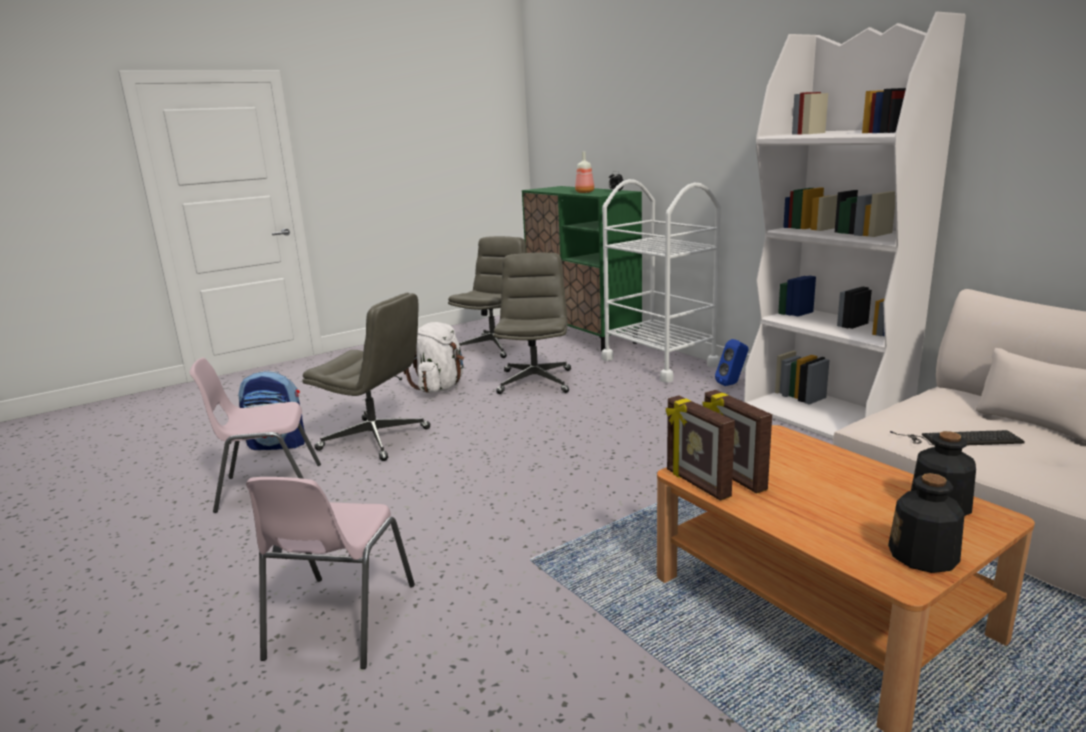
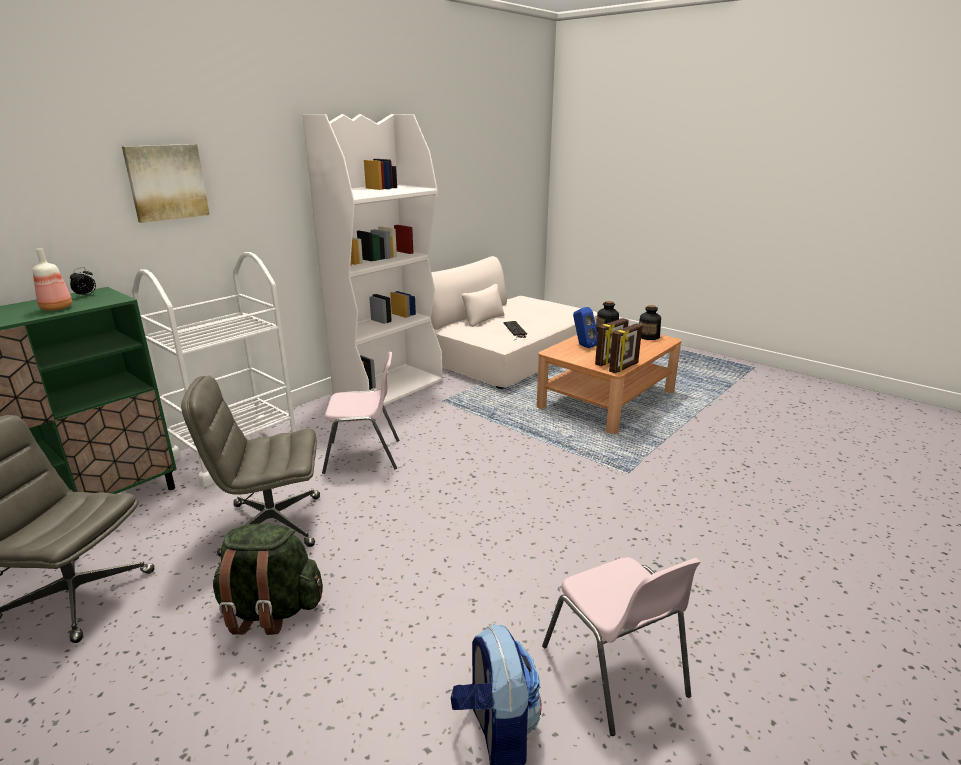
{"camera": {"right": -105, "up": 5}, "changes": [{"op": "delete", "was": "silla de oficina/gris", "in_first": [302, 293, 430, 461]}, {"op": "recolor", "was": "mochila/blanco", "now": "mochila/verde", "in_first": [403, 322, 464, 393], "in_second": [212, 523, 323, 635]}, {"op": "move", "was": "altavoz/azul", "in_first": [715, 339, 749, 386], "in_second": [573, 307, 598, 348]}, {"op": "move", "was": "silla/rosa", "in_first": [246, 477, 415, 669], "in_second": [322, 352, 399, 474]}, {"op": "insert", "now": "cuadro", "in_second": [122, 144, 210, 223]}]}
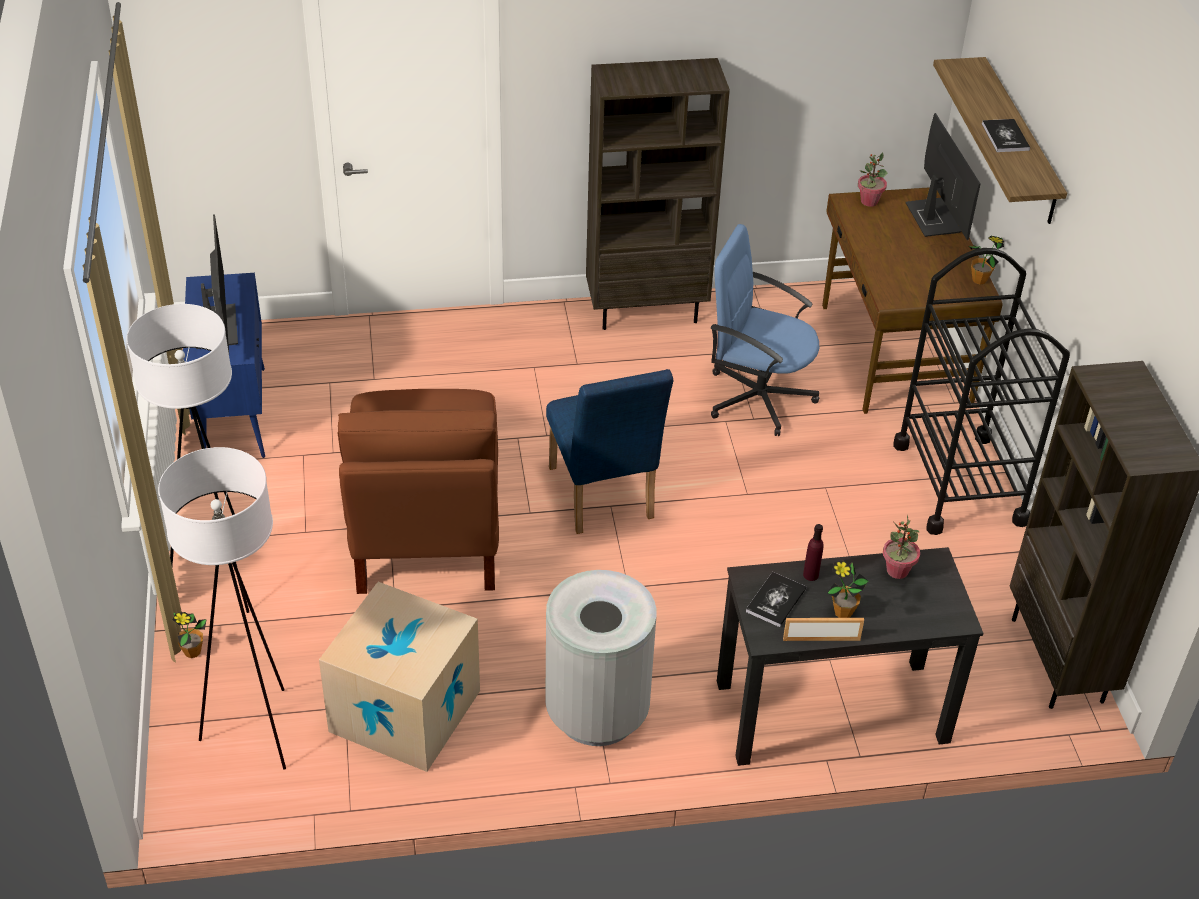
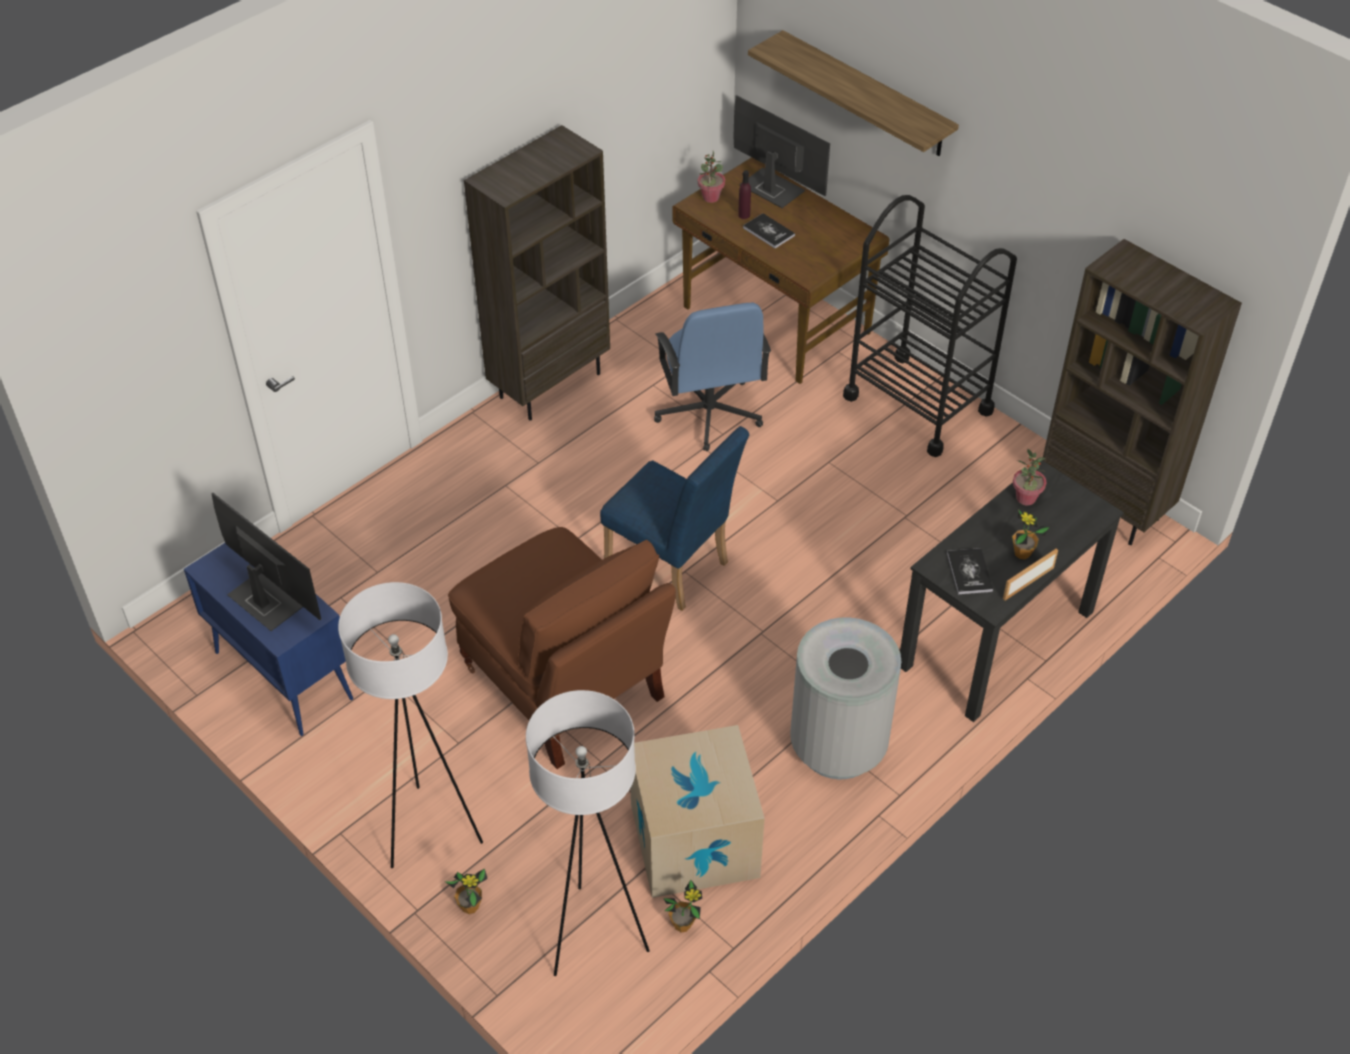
{"camera": {"right": -35, "up": 5}, "changes": [{"op": "move", "was": "libro", "in_first": [982, 119, 1030, 152], "in_second": [743, 213, 795, 249]}, {"op": "rotate", "was": "silla de oficina/azul", "in_first": [711, 224, 819, 436], "in_second": [654, 303, 771, 451], "clockwise": -90}, {"op": "move", "was": "planta en maceta", "in_first": [969, 236, 1004, 284], "in_second": [663, 880, 702, 932]}, {"op": "move", "was": "botella/morado", "in_first": [803, 524, 823, 581], "in_second": [738, 170, 751, 219]}]}
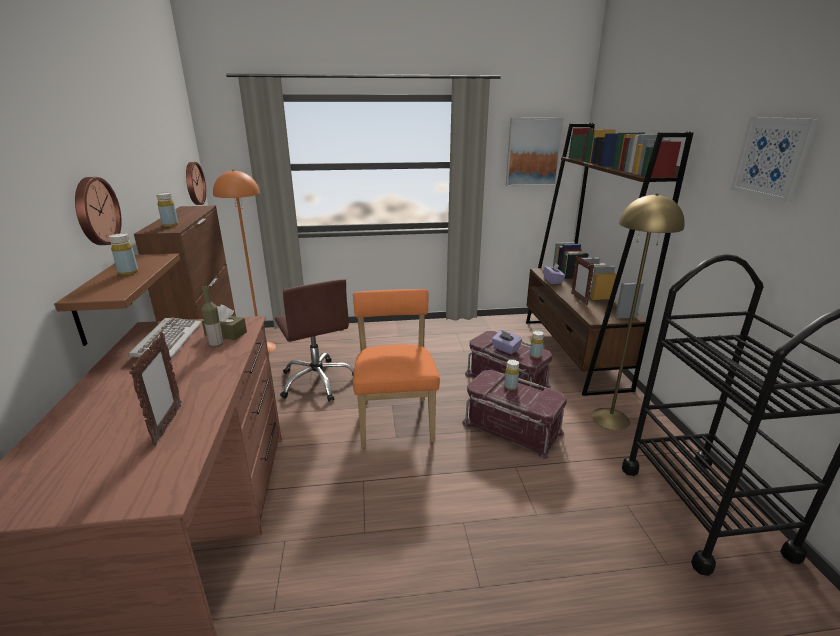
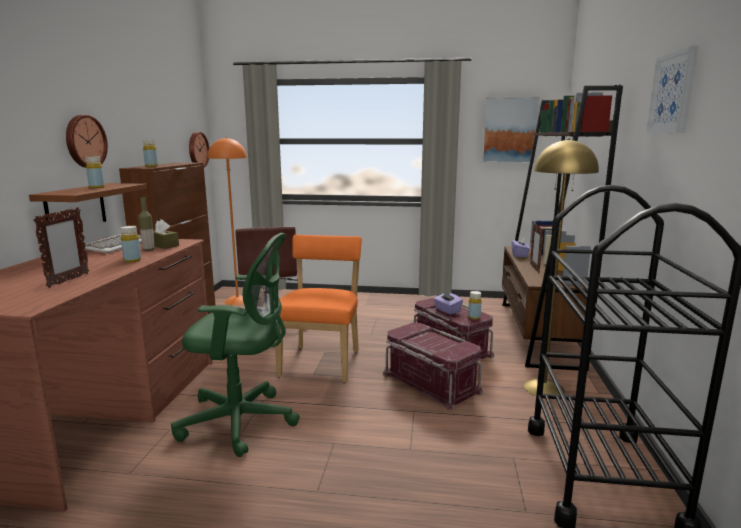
{"camera": {"right": 15, "up": -10}, "changes": [{"op": "move", "was": "botella/amarillo", "in_first": [504, 360, 519, 390], "in_second": [121, 226, 141, 263]}, {"op": "insert", "now": "silla de oficina/verde", "in_second": [171, 233, 300, 457]}]}
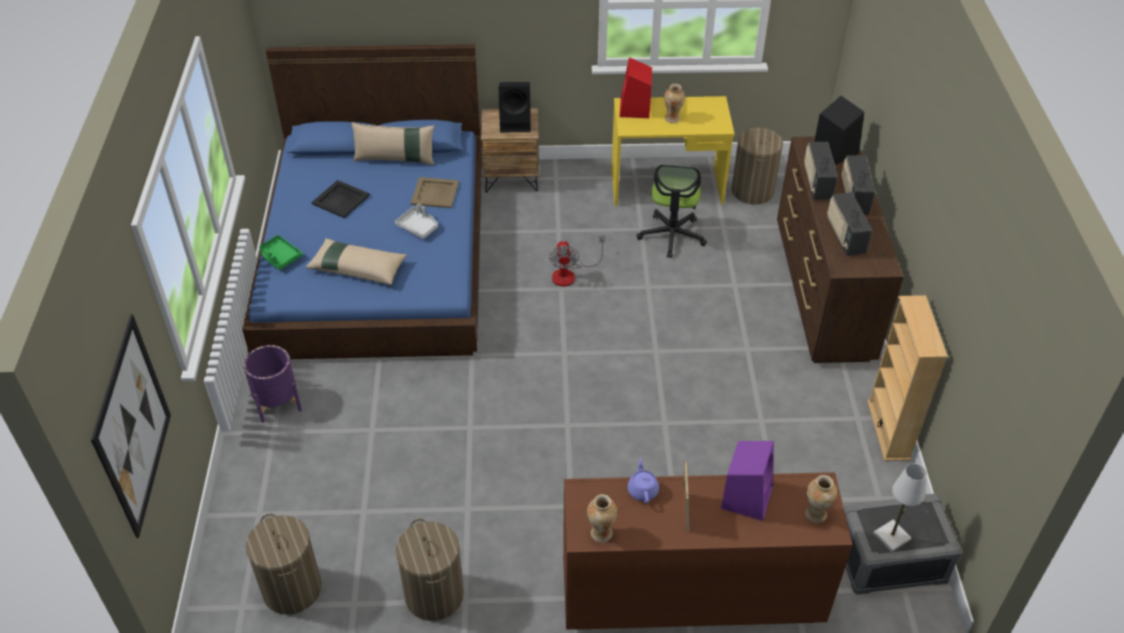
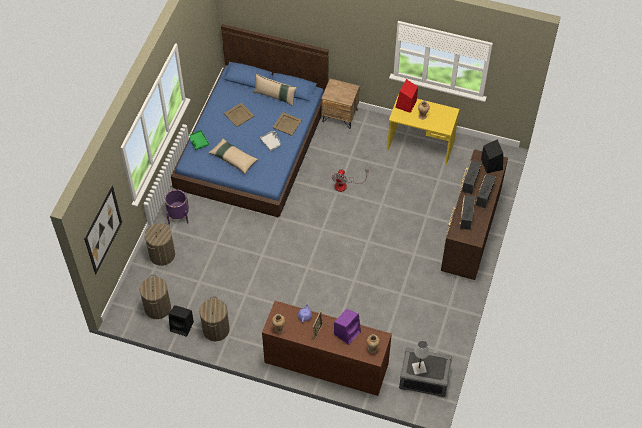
{"camera": {"right": 20, "up": 10}, "changes": [{"op": "move", "was": "altavoz/negro", "in_first": [499, 82, 531, 132], "in_second": [168, 305, 194, 337]}, {"op": "move", "was": "cesto de la ropa", "in_first": [732, 127, 783, 205], "in_second": [145, 223, 175, 266]}, {"op": "delete", "was": "silla de oficina", "in_first": [636, 164, 707, 258]}, {"op": "recolor", "was": "bandeja/negro", "now": "bandeja/beis", "in_first": [311, 180, 370, 218], "in_second": [224, 103, 254, 127]}, {"op": "delete", "was": "estantería/beis", "in_first": [867, 295, 948, 461]}]}
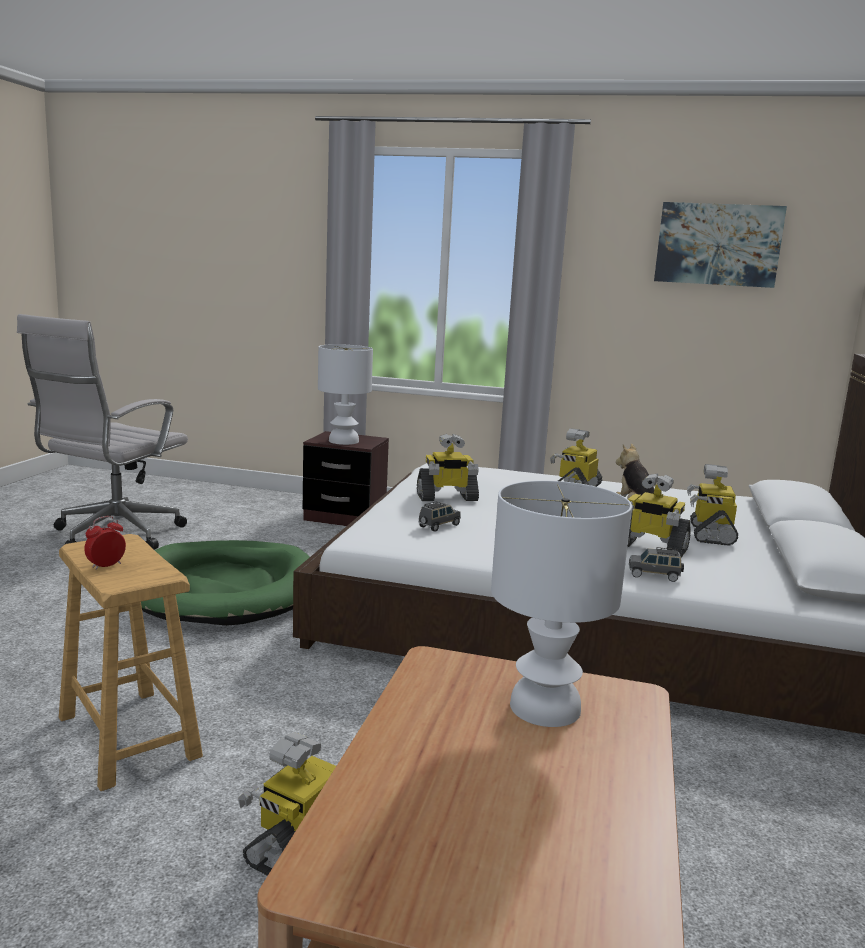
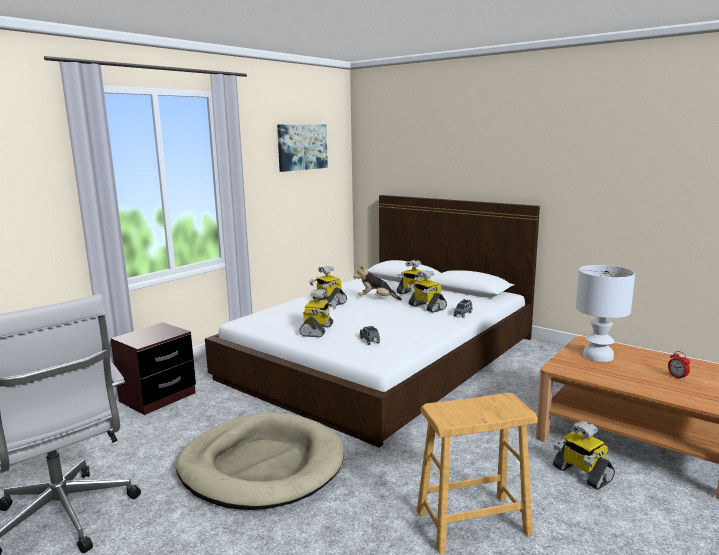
{"camera": {"right": -65, "up": 0}, "changes": [{"op": "delete", "was": "lámpara de mesa/blanco", "in_first": [318, 344, 373, 445]}, {"op": "rotate", "was": "robot de juguete", "in_first": [628, 473, 691, 558], "in_second": [407, 270, 447, 313], "clockwise": 90}, {"op": "move", "was": "despertador", "in_first": [84, 516, 126, 570], "in_second": [668, 351, 690, 380]}, {"op": "recolor", "was": "cama para perro/verde", "now": "cama para perro/beis", "in_first": [141, 540, 310, 626], "in_second": [176, 412, 344, 510]}]}
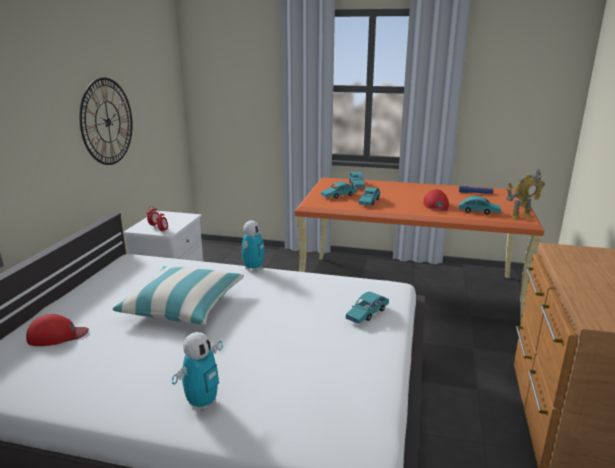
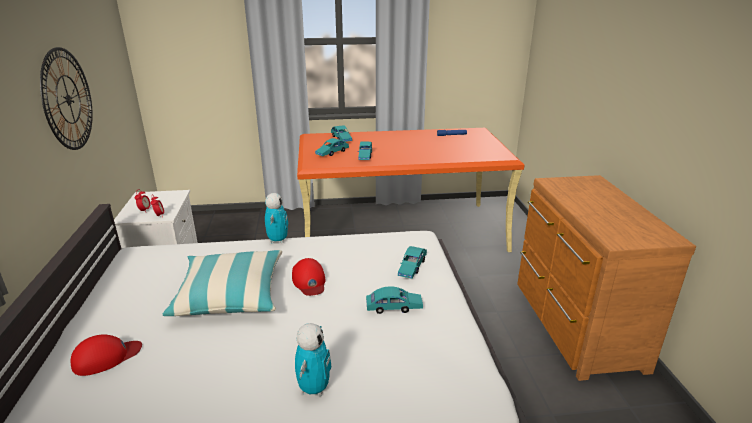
{"camera": {"right": -20, "up": 5}, "changes": [{"op": "delete", "was": "robot de juguete", "in_first": [506, 169, 545, 219]}, {"op": "move", "was": "gorra/rojo", "in_first": [423, 189, 449, 211], "in_second": [292, 258, 326, 296]}, {"op": "move", "was": "coche de juguete/turquesa", "in_first": [459, 196, 501, 215], "in_second": [366, 286, 423, 314]}]}
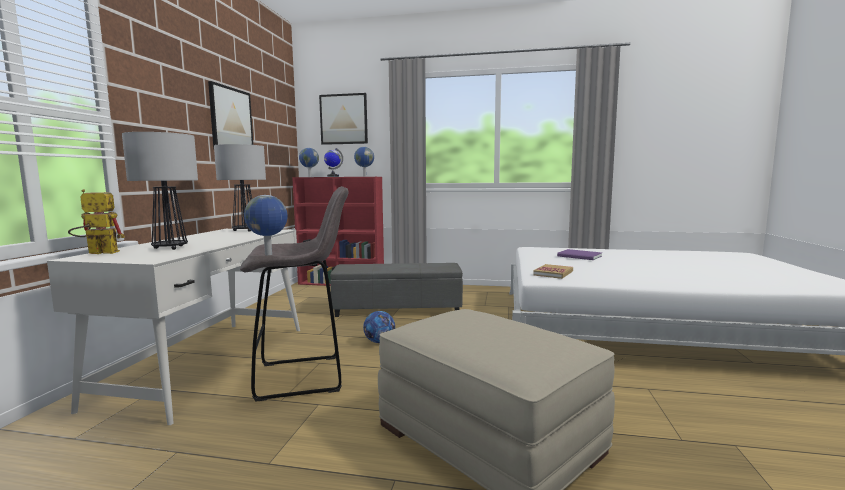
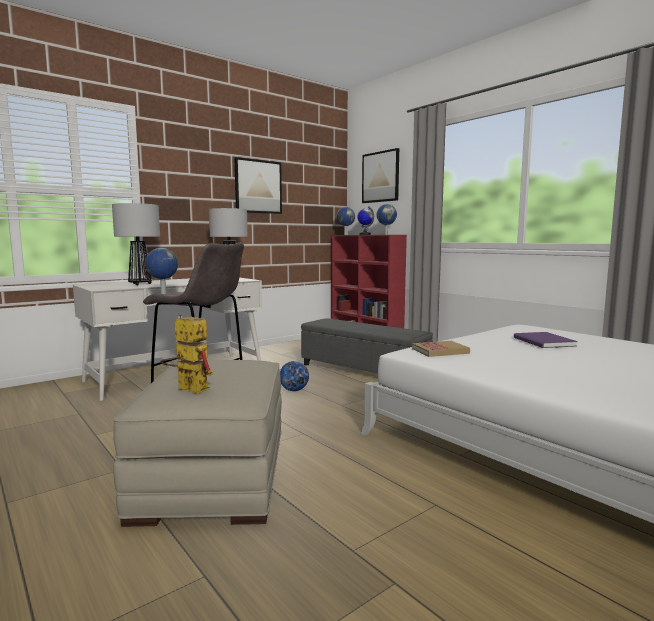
{"camera": {"right": 40, "up": 0}, "changes": [{"op": "move", "was": "robot de juguete", "in_first": [68, 189, 125, 254], "in_second": [160, 313, 213, 394]}]}
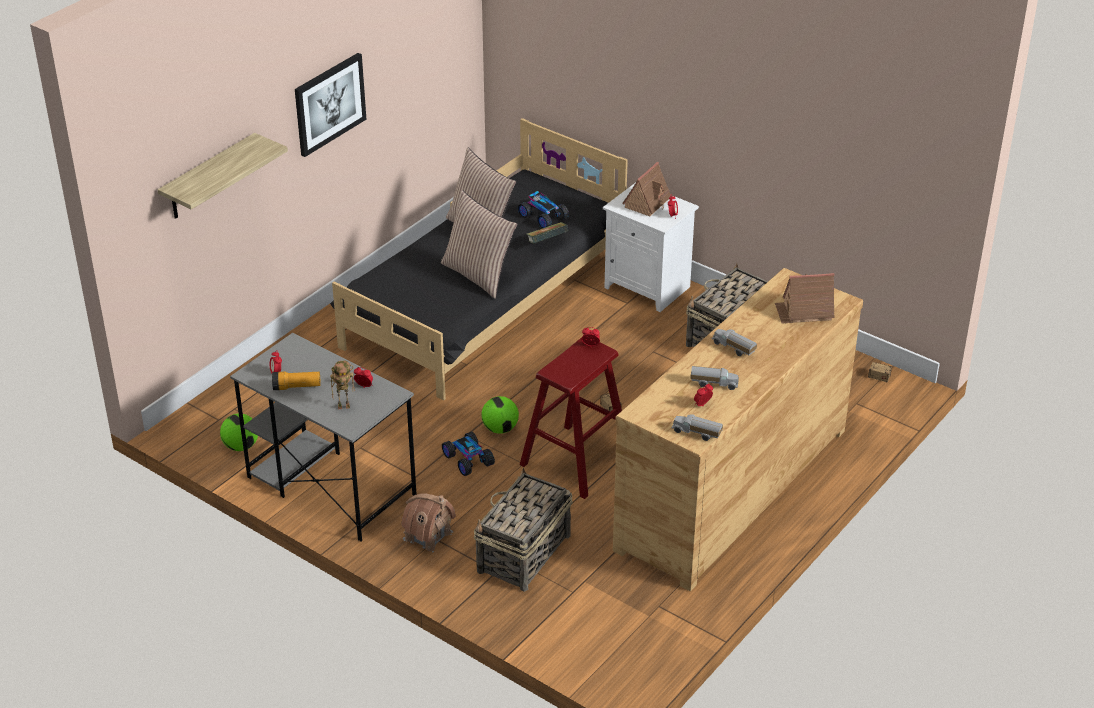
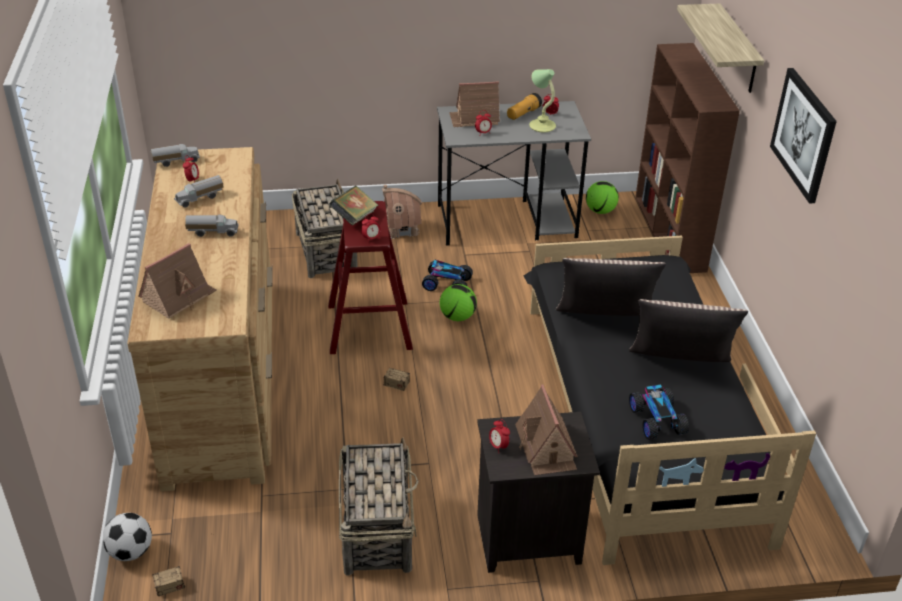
{"camera": {"right": 135, "up": 0}, "changes": [{"op": "recolor", "was": "mesita de noche/blanco", "now": "mesita de noche/negro", "in_first": [603, 183, 699, 312], "in_second": [477, 412, 600, 573]}, {"op": "rotate", "was": "coche de juguete", "in_first": [518, 191, 569, 229], "in_second": [629, 384, 689, 440], "clockwise": -105}, {"op": "move", "was": "libro", "in_first": [527, 222, 569, 244], "in_second": [329, 186, 378, 226]}, {"op": "replace", "was": "robot de juguete", "now": "casita", "in_first": [330, 361, 355, 409], "in_second": [449, 81, 500, 127]}, {"op": "insert", "now": "estantería/marrón", "in_second": [635, 43, 740, 273]}, {"op": "insert", "now": "lámpara de mesa", "in_second": [529, 69, 556, 133]}, {"op": "insert", "now": "balón de fútbol", "in_second": [103, 513, 152, 561]}]}
